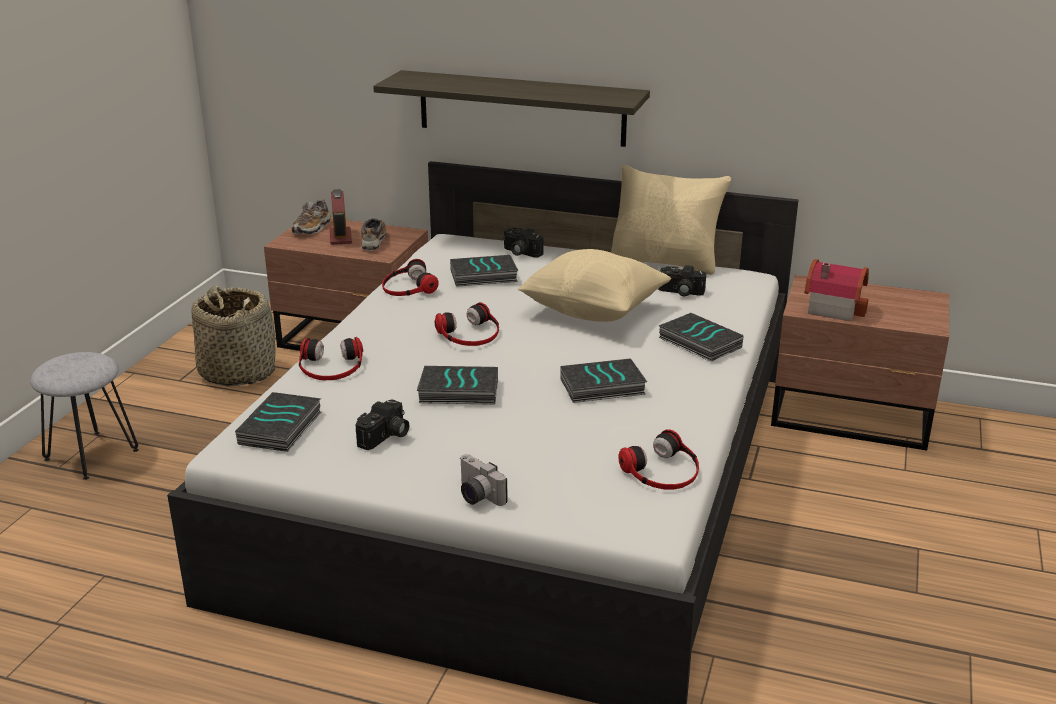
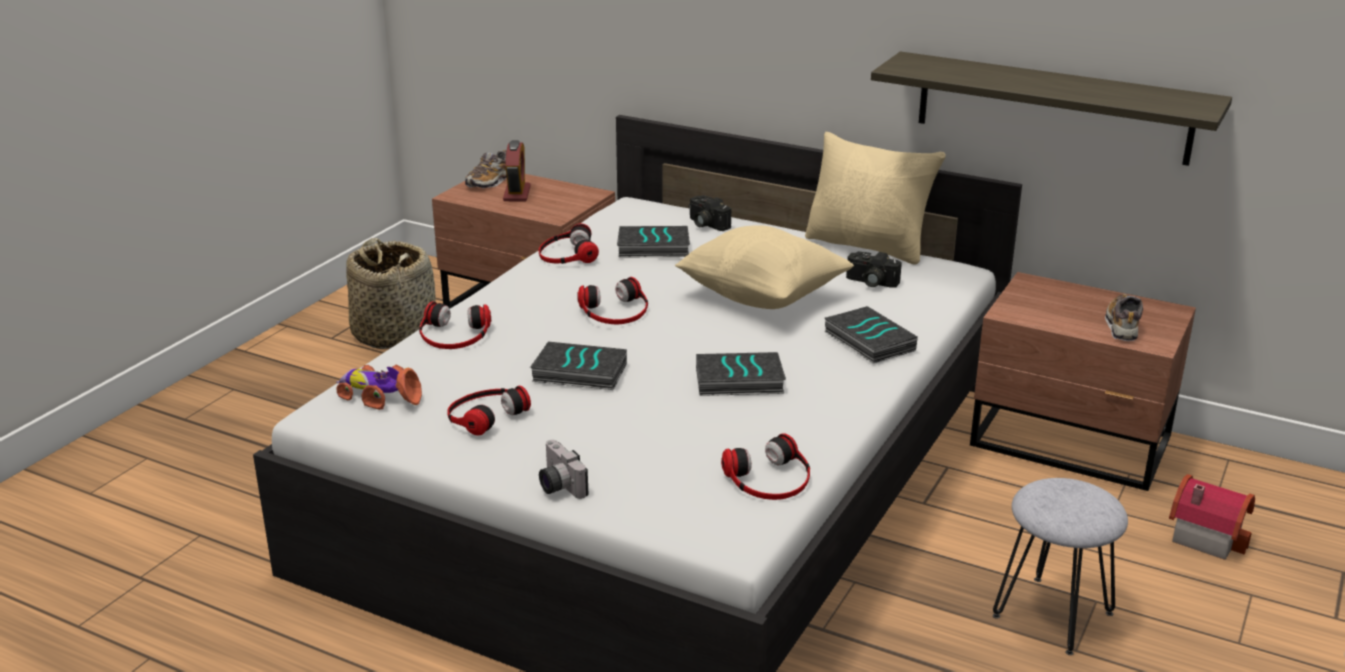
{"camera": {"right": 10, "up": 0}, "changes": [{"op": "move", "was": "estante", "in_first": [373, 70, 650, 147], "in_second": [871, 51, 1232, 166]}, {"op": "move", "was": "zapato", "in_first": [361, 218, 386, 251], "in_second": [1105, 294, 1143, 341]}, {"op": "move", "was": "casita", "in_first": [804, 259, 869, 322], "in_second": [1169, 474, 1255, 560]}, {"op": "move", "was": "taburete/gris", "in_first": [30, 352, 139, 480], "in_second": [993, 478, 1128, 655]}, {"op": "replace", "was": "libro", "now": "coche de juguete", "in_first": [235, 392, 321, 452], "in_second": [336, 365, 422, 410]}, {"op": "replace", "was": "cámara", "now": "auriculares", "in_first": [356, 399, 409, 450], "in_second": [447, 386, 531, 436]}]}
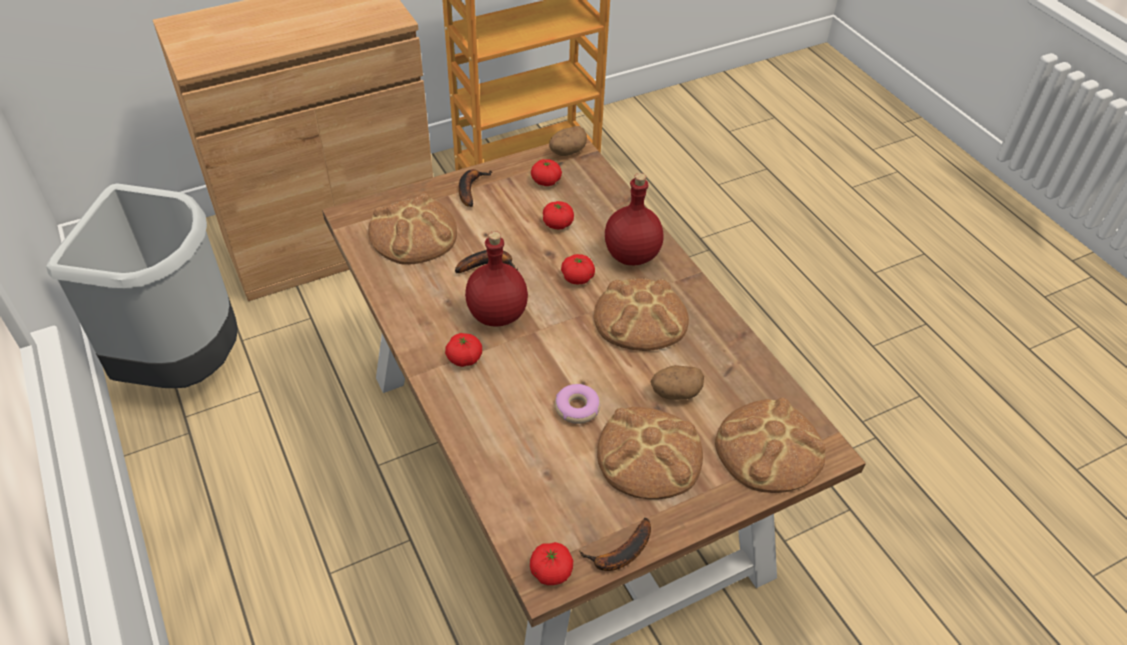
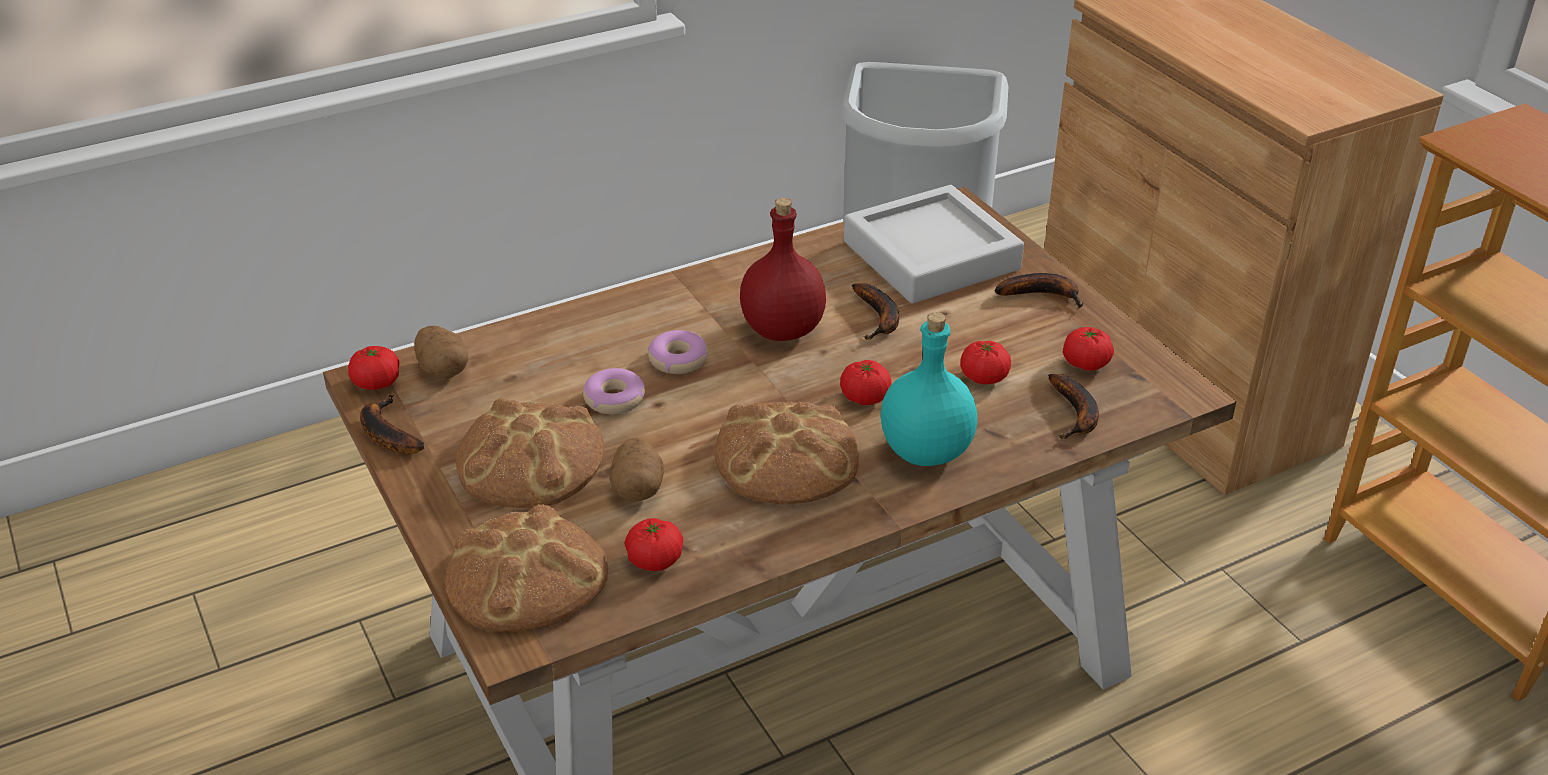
{"camera": {"right": 90, "up": -10}, "changes": [{"op": "move", "was": "patata", "in_first": [549, 126, 587, 156], "in_second": [414, 326, 469, 379]}, {"op": "recolor", "was": "botella/rojo", "now": "botella/turquesa", "in_first": [605, 173, 663, 265], "in_second": [881, 312, 977, 466]}, {"op": "replace", "was": "pan", "now": "bandeja/gris", "in_first": [368, 193, 457, 265], "in_second": [844, 185, 1024, 304]}, {"op": "move", "was": "tomate", "in_first": [445, 333, 482, 367], "in_second": [625, 518, 683, 571]}, {"op": "insert", "now": "rosquilla", "in_second": [648, 330, 708, 374]}, {"op": "insert", "now": "plátano", "in_second": [1048, 374, 1099, 439]}]}
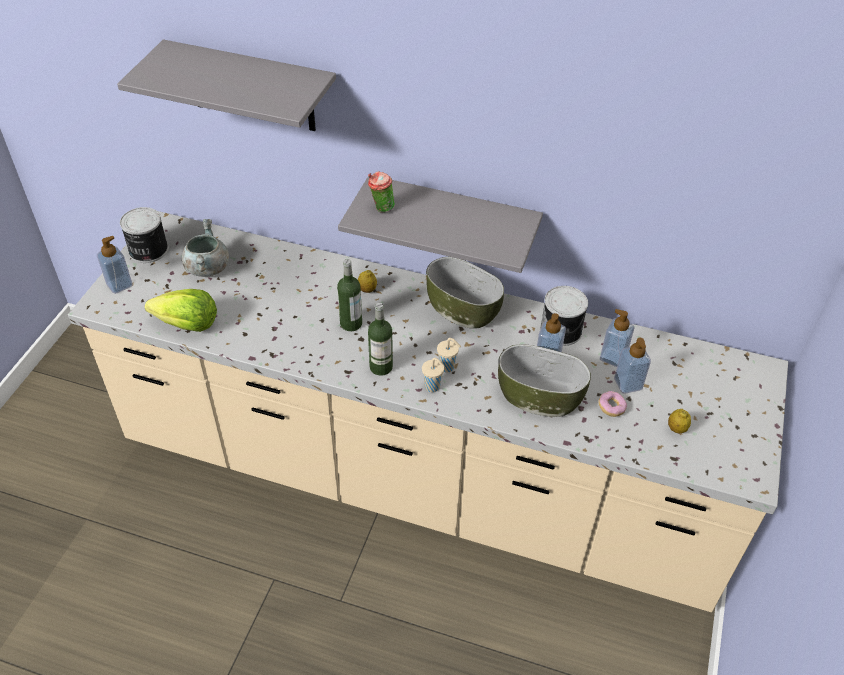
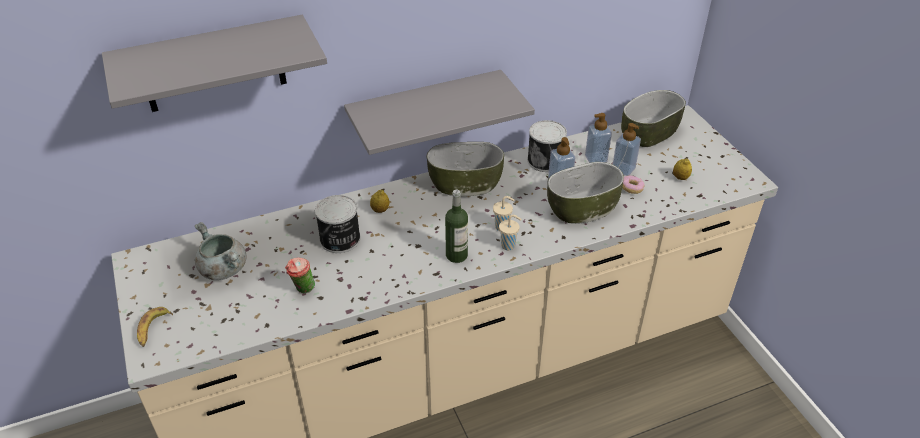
{"camera": {"right": -40, "up": -5}, "changes": [{"op": "move", "was": "taza", "in_first": [368, 171, 395, 213], "in_second": [285, 258, 315, 294]}, {"op": "move", "was": "lata", "in_first": [120, 207, 168, 263], "in_second": [315, 195, 361, 253]}, {"op": "replace", "was": "dispensador de jabón", "now": "plátano", "in_first": [97, 236, 133, 294], "in_second": [137, 307, 173, 347]}, {"op": "delete", "was": "botella", "in_first": [337, 259, 362, 331]}, {"op": "delete", "was": "lechuga", "in_first": [145, 289, 217, 332]}, {"op": "insert", "now": "cuenco", "in_second": [621, 90, 686, 147]}]}
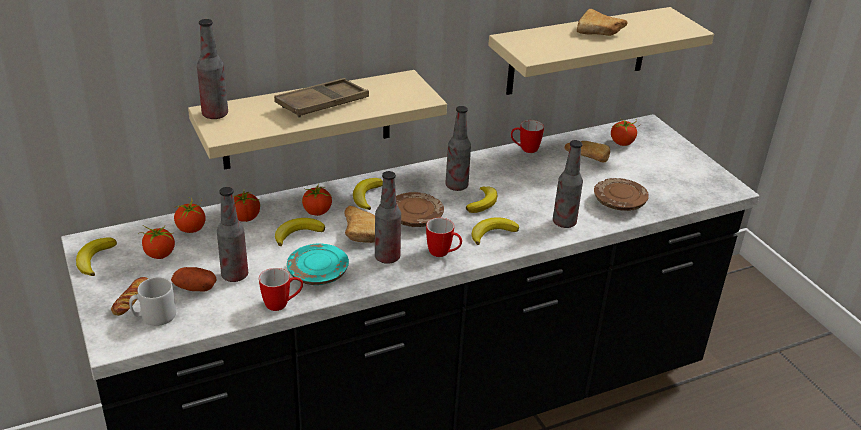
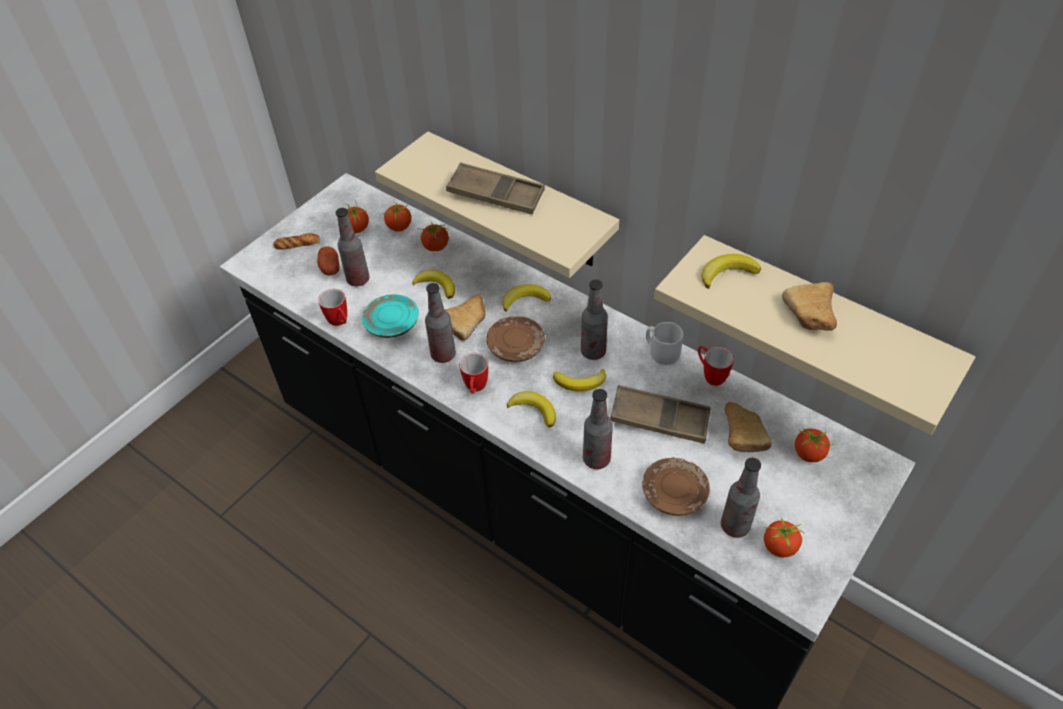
{"camera": {"right": 65, "up": 15}, "changes": [{"op": "move", "was": "botella", "in_first": [197, 19, 228, 119], "in_second": [721, 458, 761, 538]}, {"op": "move", "was": "tomate", "in_first": [302, 184, 332, 216], "in_second": [764, 517, 805, 557]}, {"op": "move", "was": "plátano", "in_first": [76, 237, 117, 276], "in_second": [701, 254, 761, 289]}, {"op": "move", "was": "taza grande/gris", "in_first": [129, 277, 176, 326], "in_second": [646, 322, 683, 365]}, {"op": "insert", "now": "bandeja/marrón", "in_second": [610, 385, 710, 444]}]}
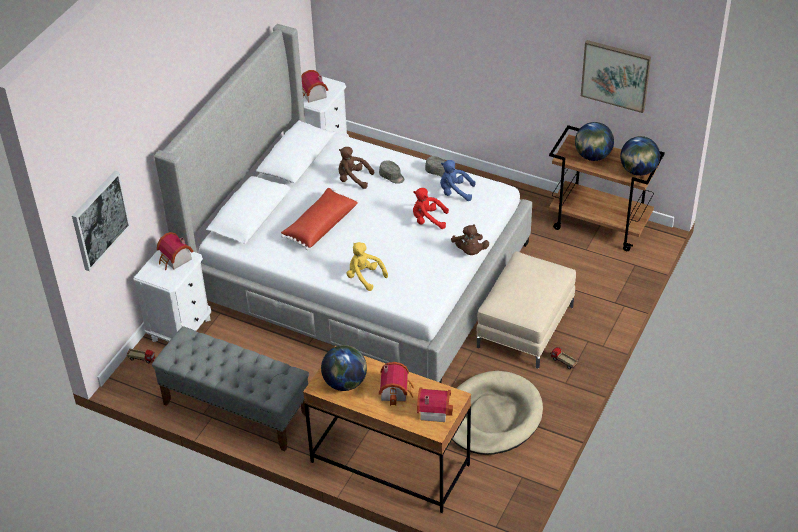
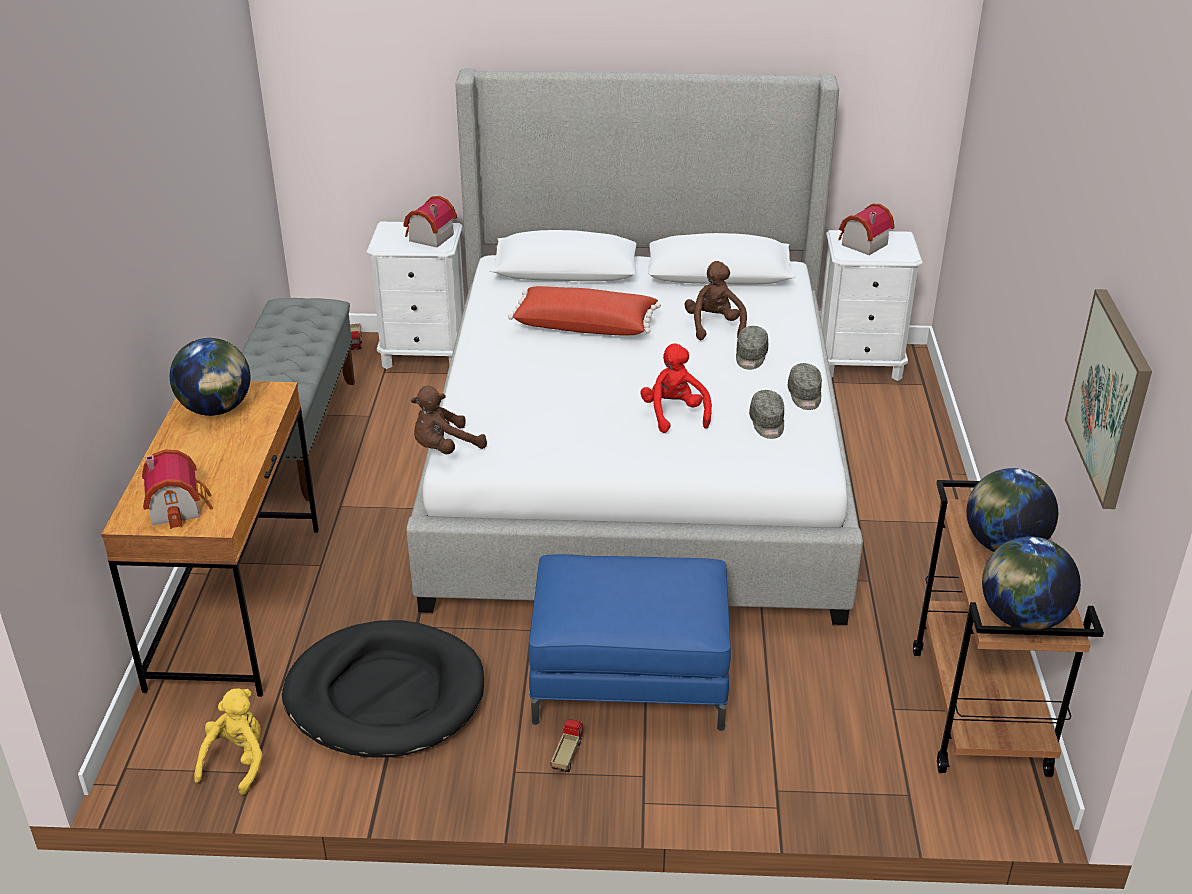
{"camera": {"right": 65, "up": -10}, "changes": [{"op": "replace", "was": "peluche/azul", "now": "gorra/gris", "in_first": [440, 160, 476, 201], "in_second": [749, 390, 784, 439]}, {"op": "delete", "was": "cuadro", "in_first": [72, 171, 131, 272]}, {"op": "move", "was": "peluche/marrón", "in_first": [451, 224, 489, 255], "in_second": [411, 385, 487, 454]}, {"op": "move", "was": "peluche/amarillo", "in_first": [346, 242, 388, 291], "in_second": [194, 689, 263, 795]}, {"op": "recolor", "was": "puf/beis", "now": "puf/azul", "in_first": [477, 252, 576, 369], "in_second": [528, 554, 731, 731]}, {"op": "delete", "was": "casita", "in_first": [379, 362, 414, 406]}, {"op": "recolor", "was": "cama para perro/beis", "now": "cama para perro/negro", "in_first": [452, 371, 543, 455], "in_second": [282, 620, 484, 757]}]}
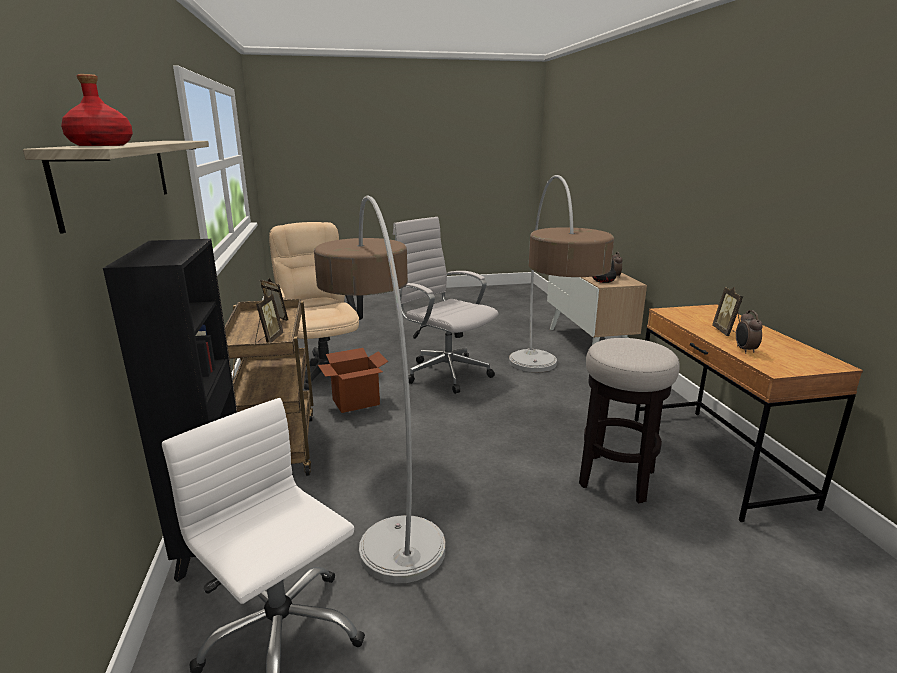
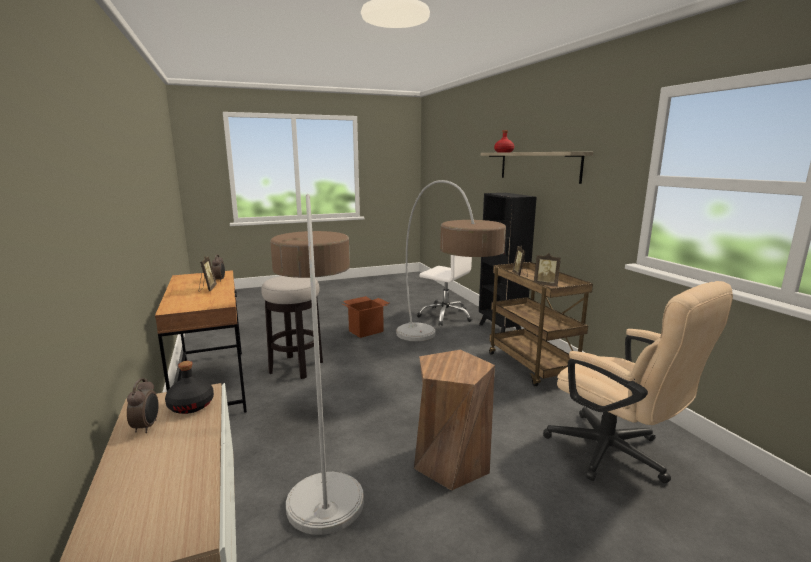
{"camera": {"right": 170, "up": -5}, "changes": [{"op": "replace", "was": "silla de oficina/blanco", "now": "taburete/marrón", "in_first": [393, 217, 499, 394], "in_second": [414, 350, 495, 491]}, {"op": "move", "was": "caja de cartón", "in_first": [318, 348, 389, 413], "in_second": [342, 296, 389, 338]}]}
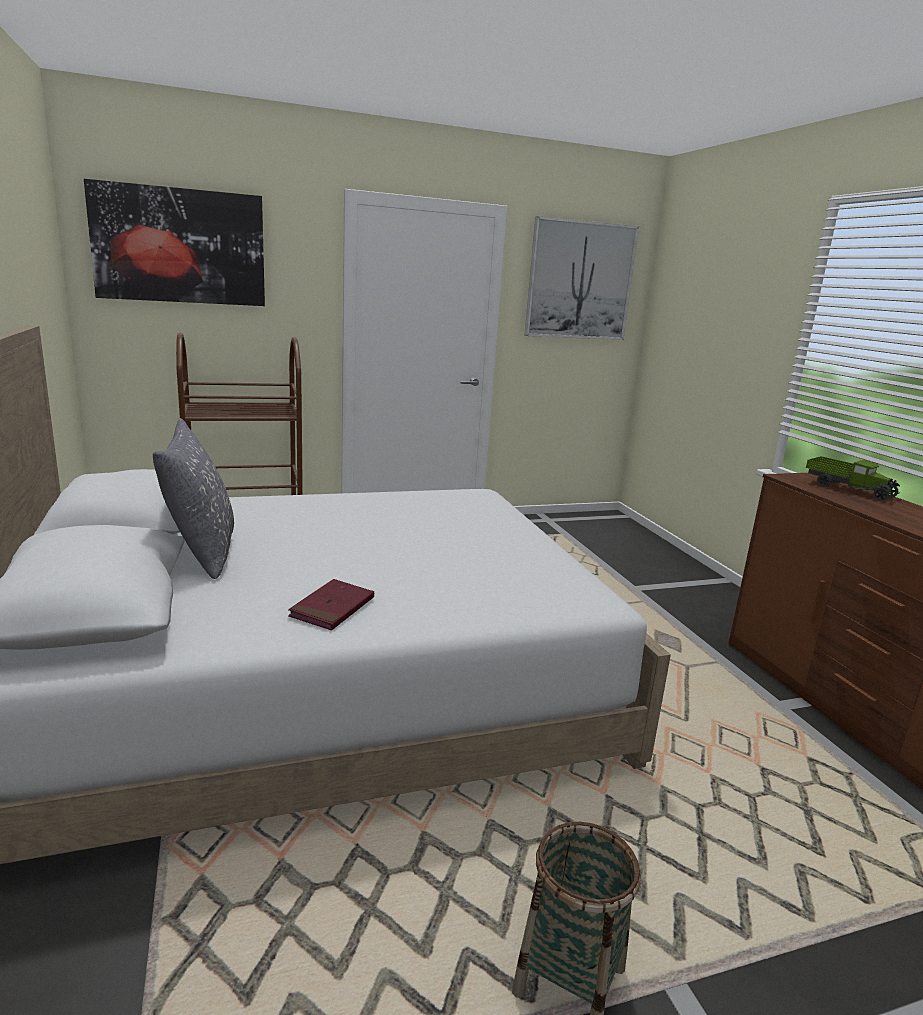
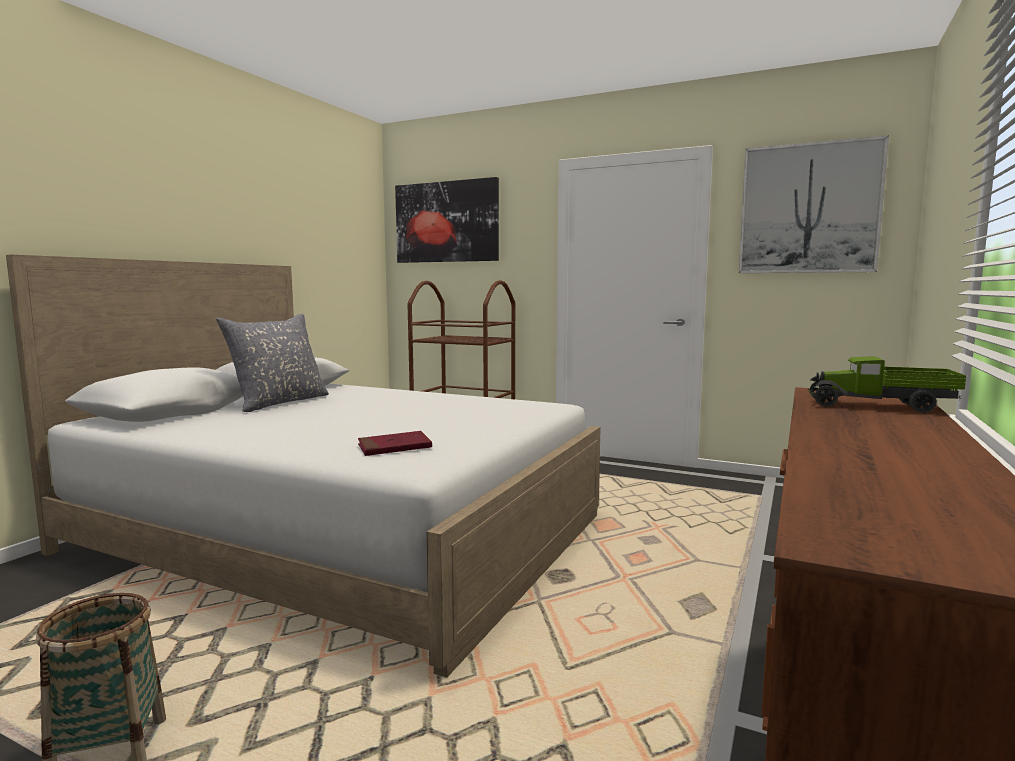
{"camera": {"right": 45, "up": -10}, "changes": [{"op": "rotate", "was": "camión de juguete", "in_first": [806, 456, 900, 501], "in_second": [808, 356, 966, 413], "clockwise": 105}, {"op": "move", "was": "libro/rojo", "in_first": [288, 579, 374, 630], "in_second": [358, 431, 432, 456]}]}
